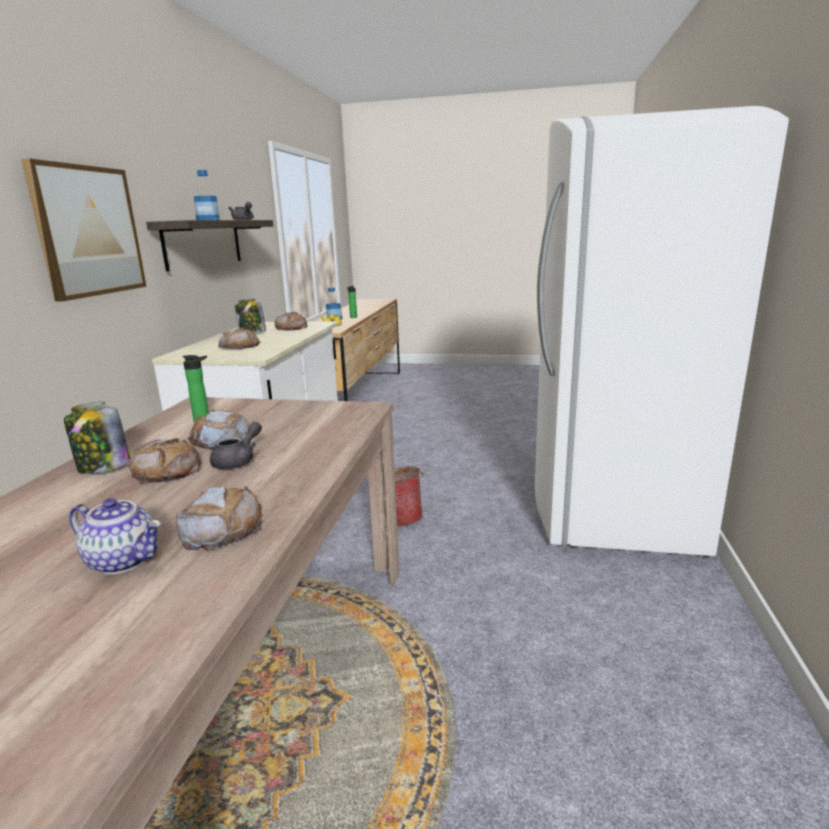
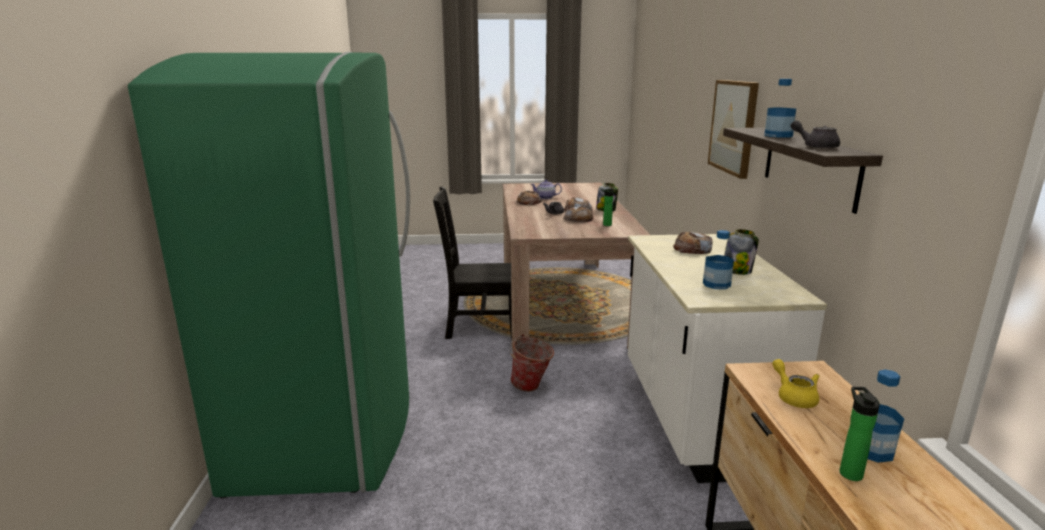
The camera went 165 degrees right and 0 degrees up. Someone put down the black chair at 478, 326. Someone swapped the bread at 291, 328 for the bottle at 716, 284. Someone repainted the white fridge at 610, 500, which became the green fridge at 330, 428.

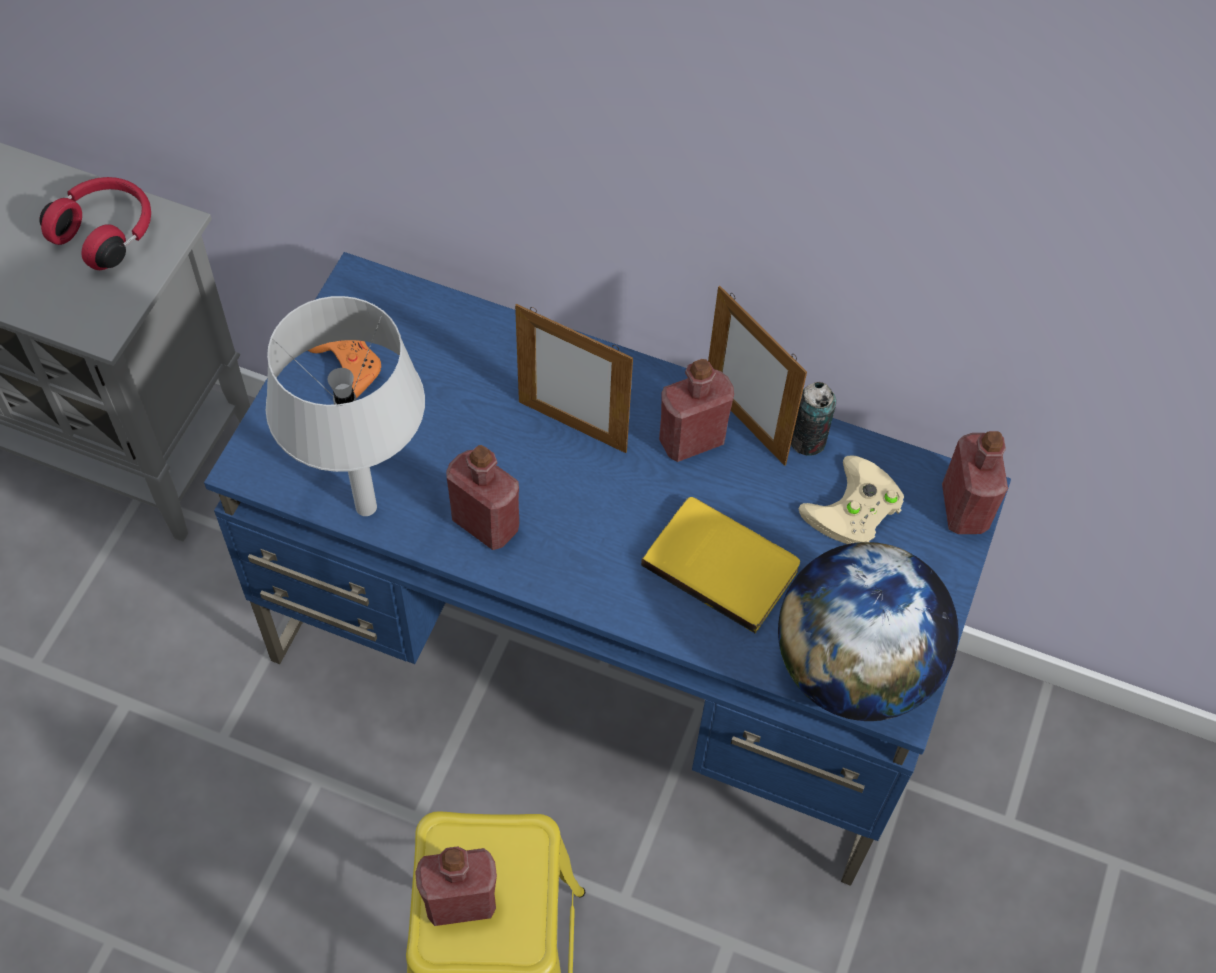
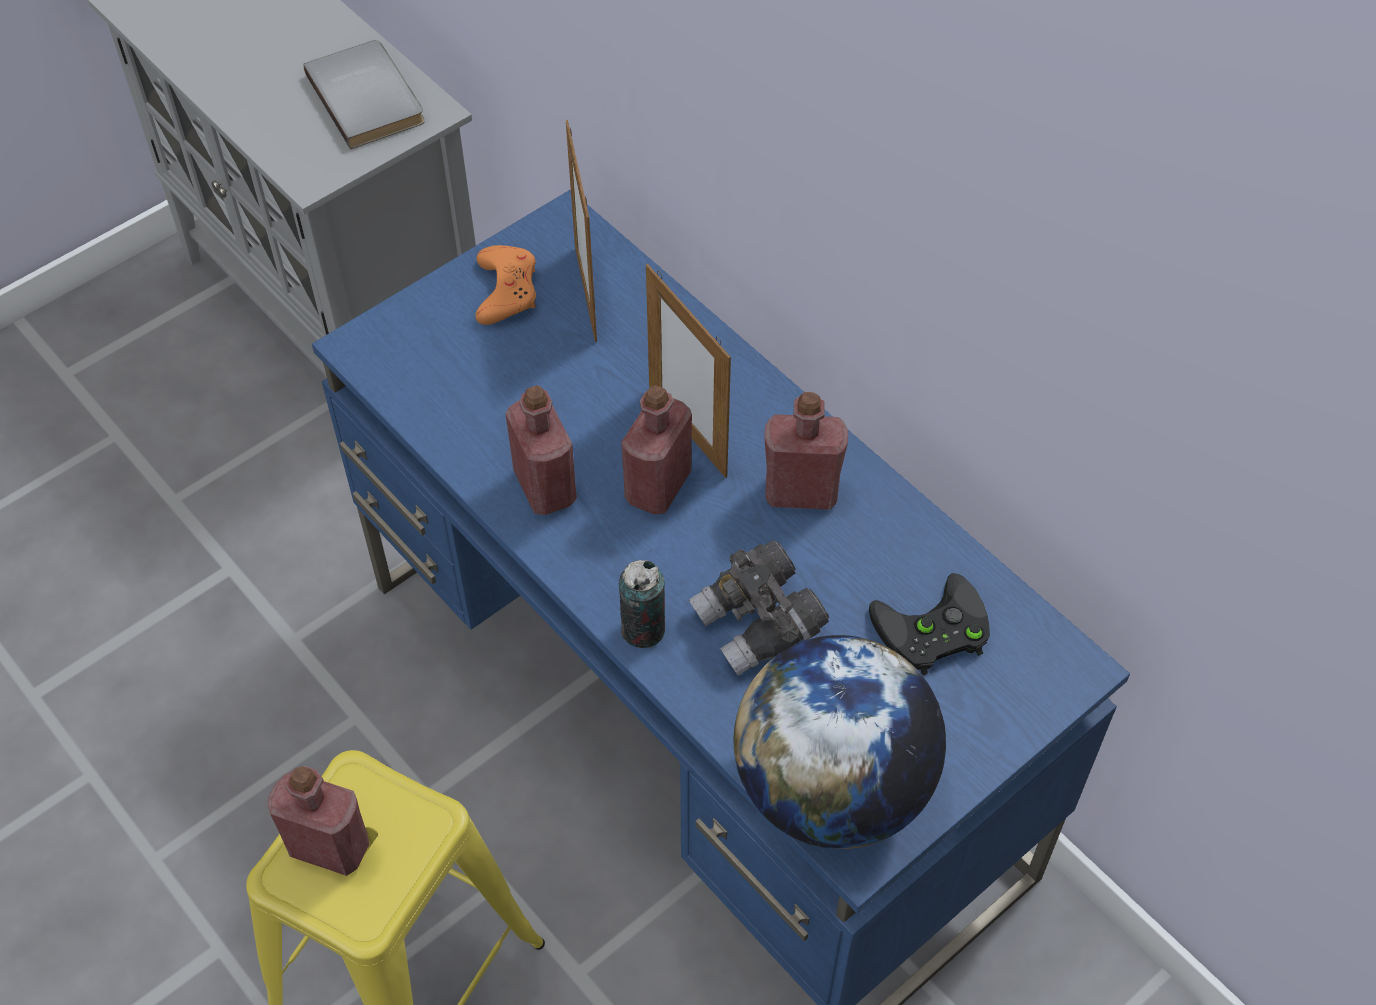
The camera went 30 degrees right and 5 degrees down. Someone took away the grey table lamp at 364, 507. Someone carried the picture frame from 745, 423 to 586, 293. Someone carried the can from 807, 440 to 643, 630. Someone carried the red bottle from 964, 508 to 658, 486. Someone swapped the red headphones at 106, 232 for the grey book at 369, 97. Someone swapped the yellow book at 723, 563 for the grey binoculars at 758, 625. Someone repainted the beige game controller at 854, 511, which became the black game controller at 930, 633.

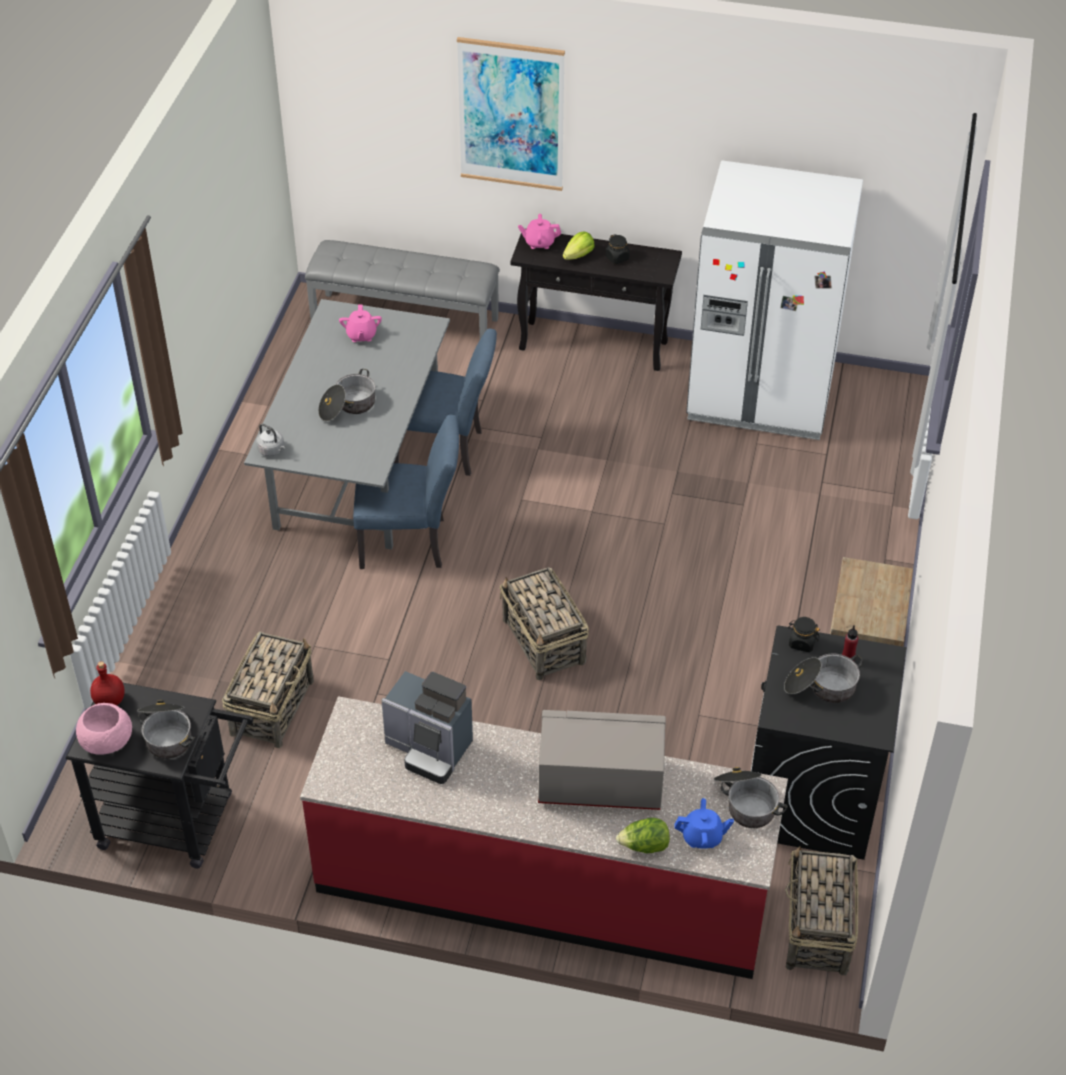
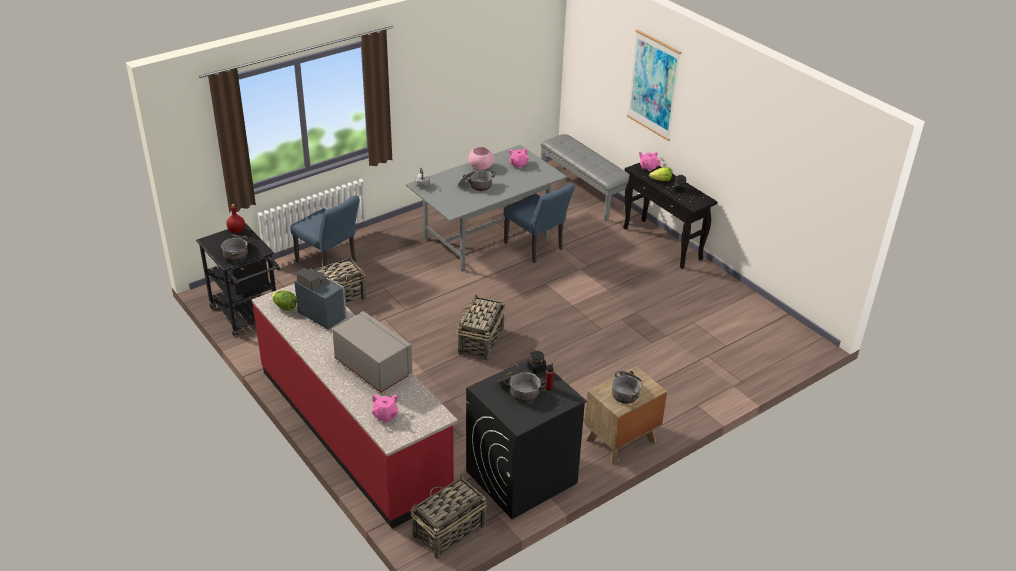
The camera went 40 degrees right and 10 degrees down. Someone took away the white fridge at 760, 394. Someone carried the pink bowl from 108, 741 to 481, 167. Someone carried the blue chair from 410, 543 to 329, 264. Someone carried the lettuce from 644, 846 to 284, 307. Someone carried the cooking pot from 746, 802 to 626, 391. Someone repainted the blue teapot at 702, 837, which became the pink teapot at 385, 416. Someone rotated the coffee machine at 429, 749 by 150 degrees clockwise.

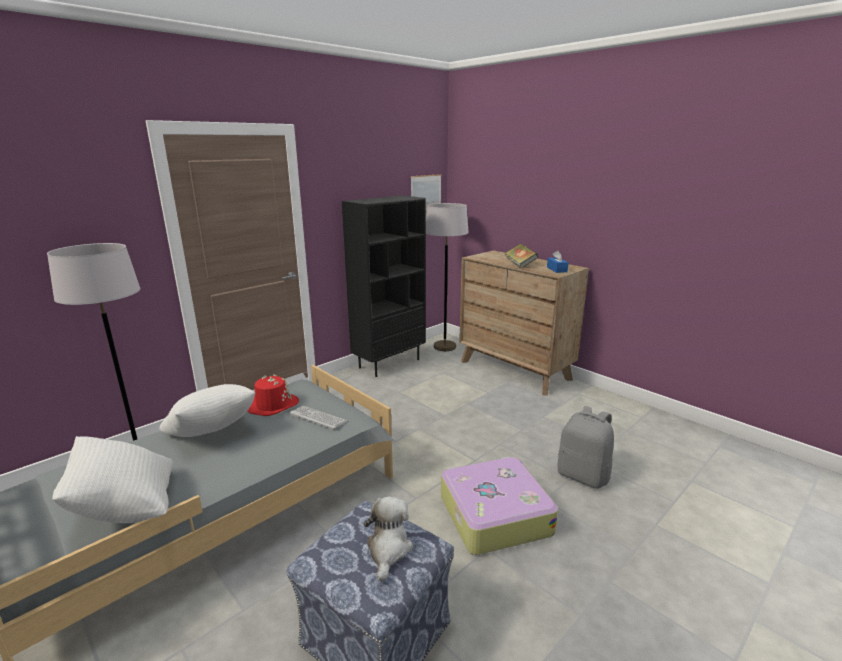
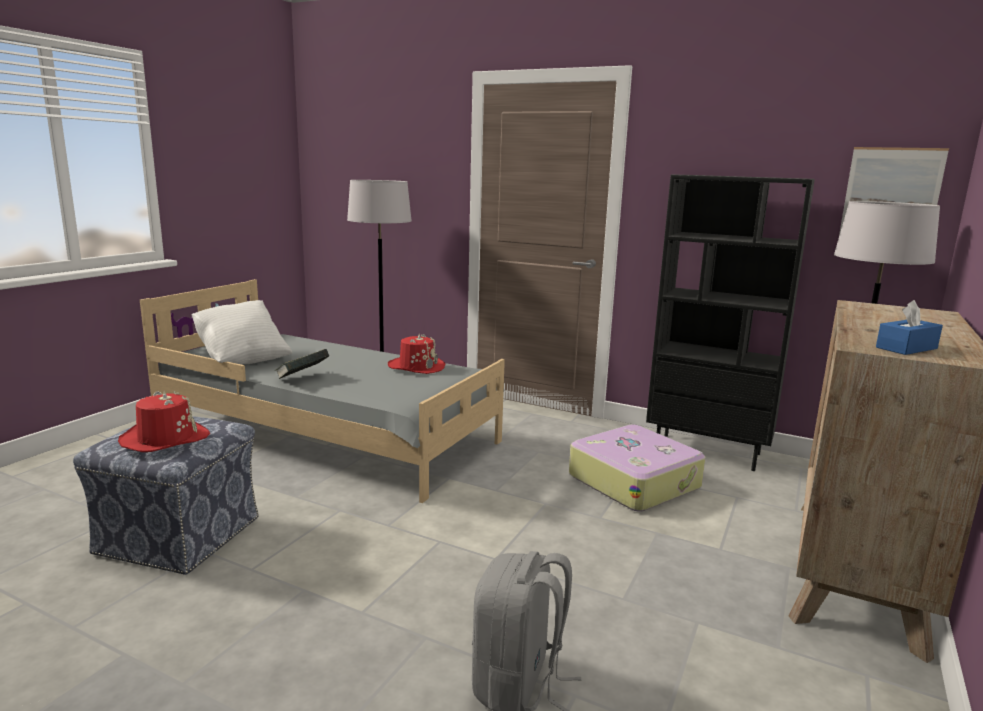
The camera went 70 degrees right and 5 degrees down. Someone took away the white pillow at 212, 434. Someone took away the keyboard at 318, 418. Someone carried the suitcase from 493, 514 to 634, 481. Someone carried the book from 520, 265 to 302, 378. Someone swapped the plush toy at 388, 549 for the red hat at 165, 438.

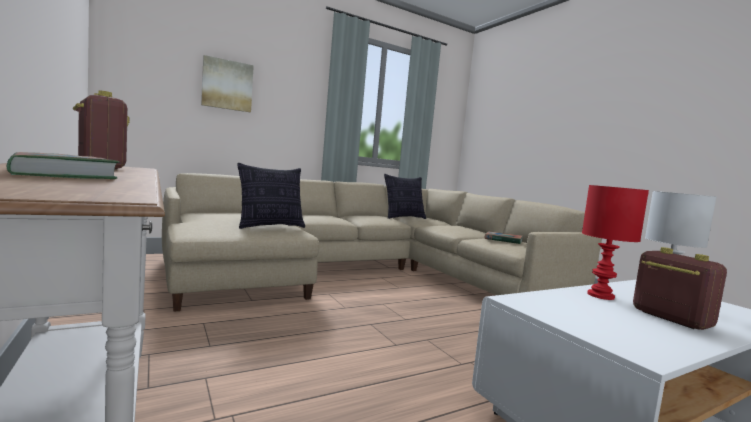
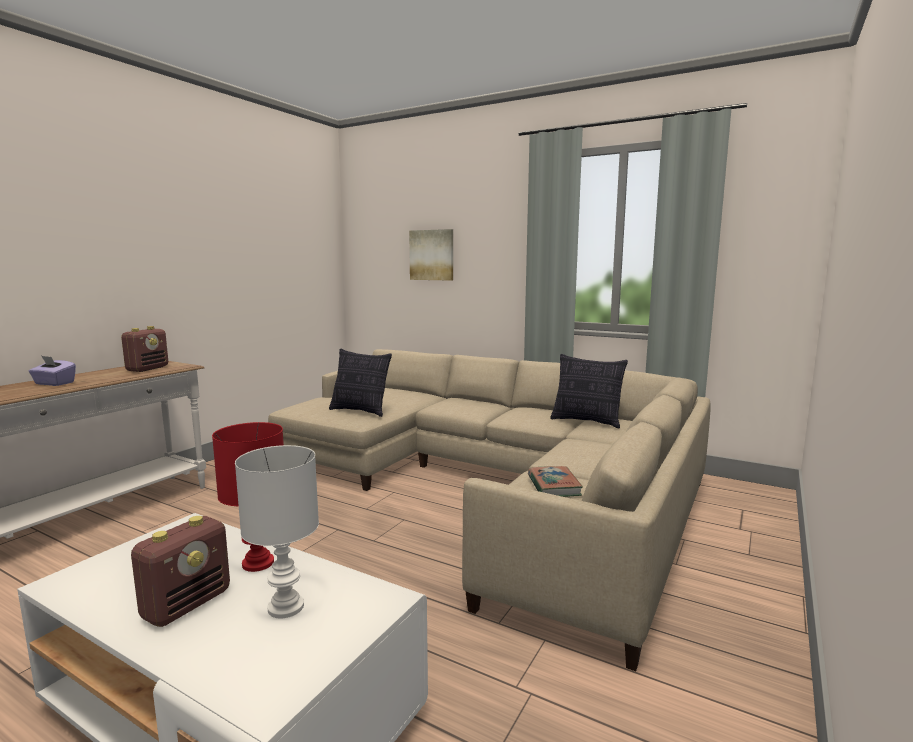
The camera went 60 degrees right and 5 degrees up. Someone swapped the book at 63, 175 for the purple tissue box at 54, 383.

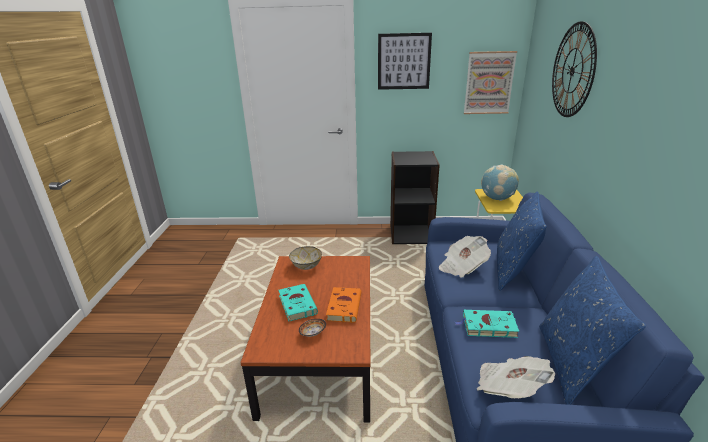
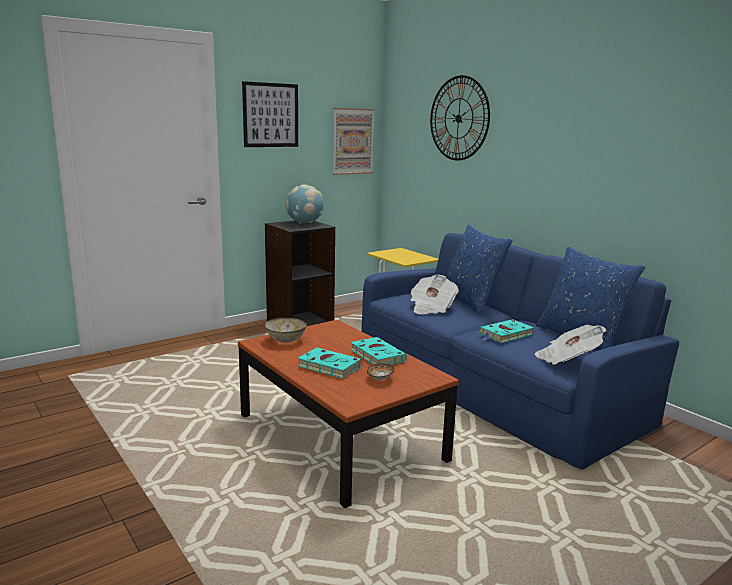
The camera went 40 degrees left and 10 degrees down. Someone carried the globe from 497, 198 to 305, 223. Someone repainted the orange book at 344, 306, which became the turquoise book at 376, 355.

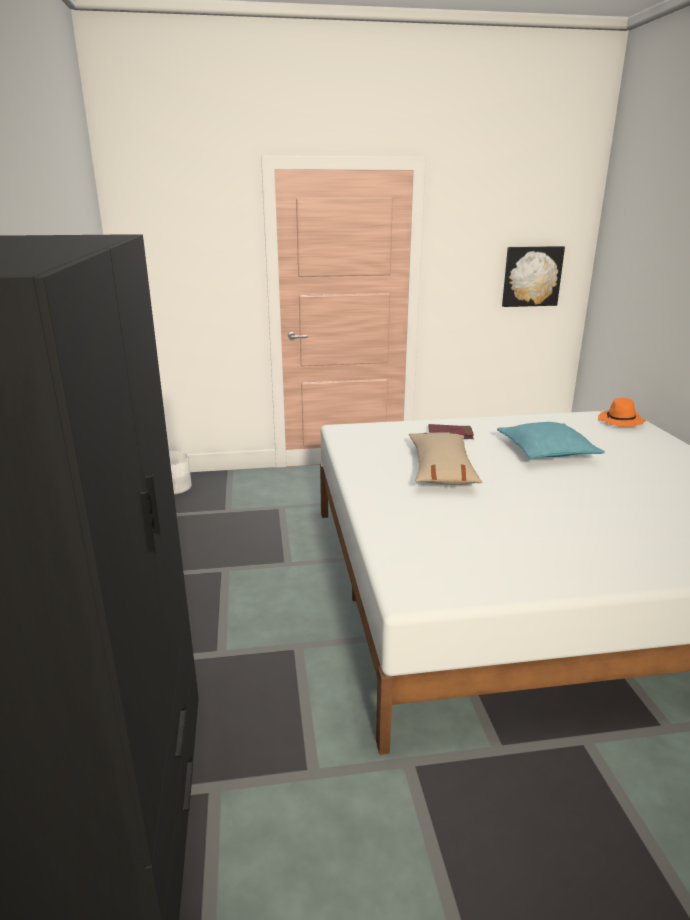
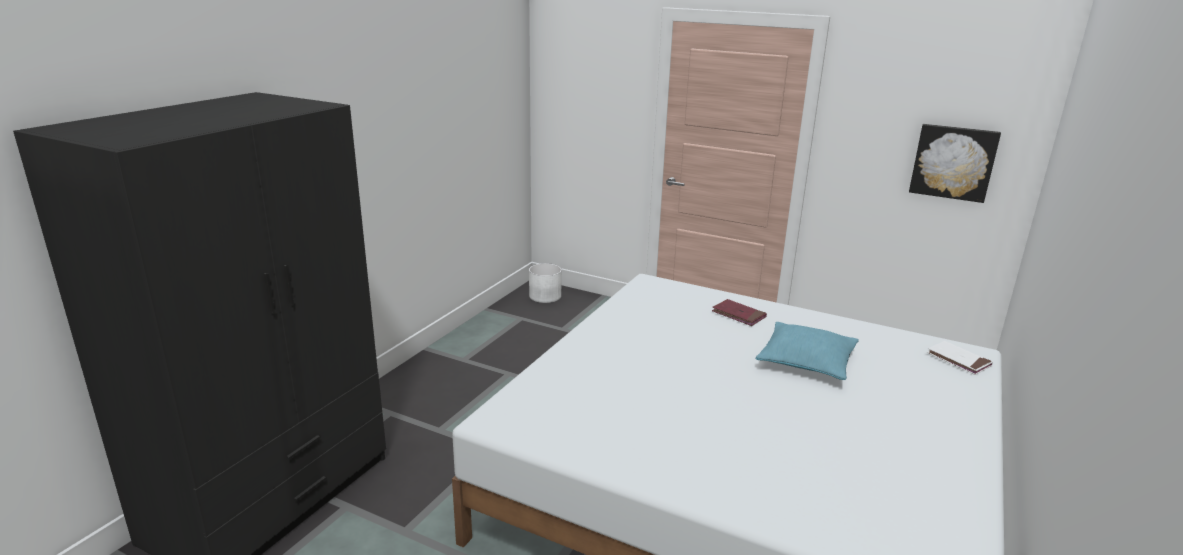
The camera went 35 degrees right and 0 degrees up. Someone took away the beige pillow at 441, 469. Someone swapped the orange hat at 621, 421 for the white book at 958, 360.

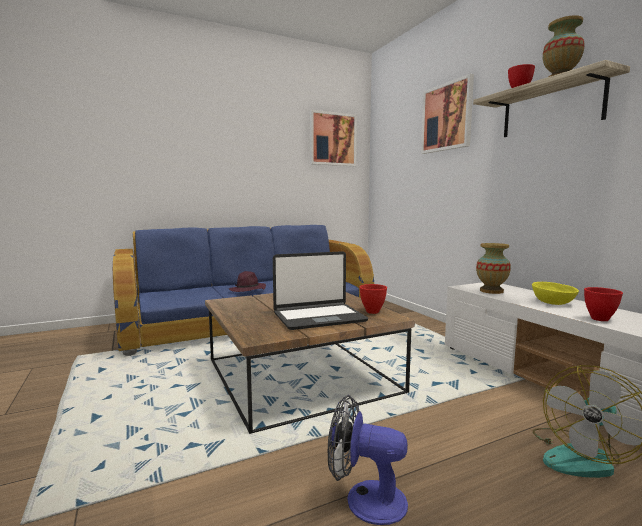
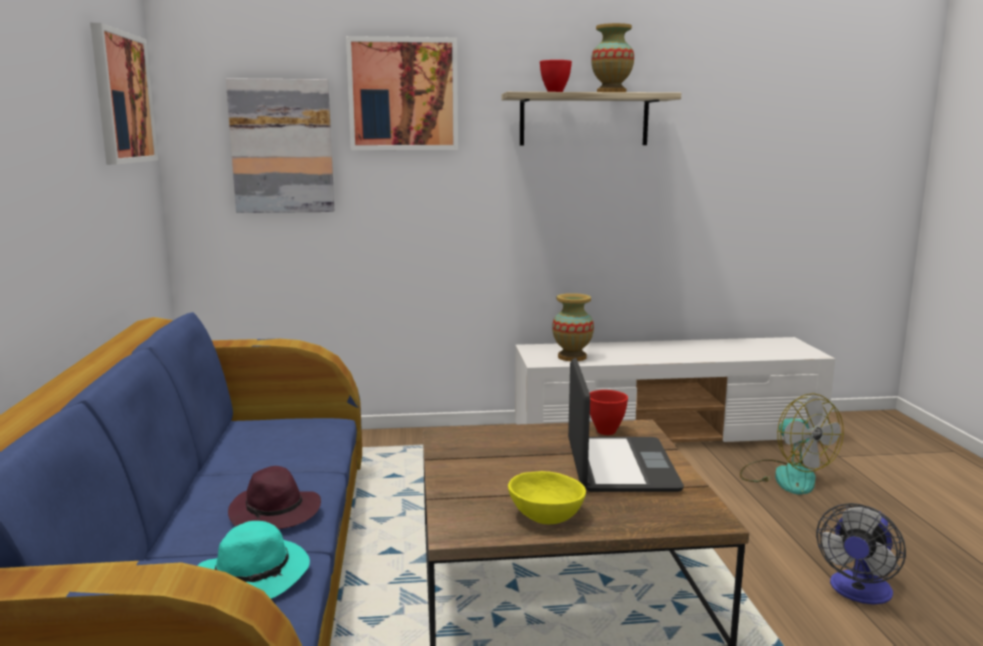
The camera went 70 degrees left and 5 degrees up. Someone took away the red bowl at 600, 319. Someone put down the turquoise hat at 255, 575. Someone put up the picture at 282, 146. Someone carried the yellow bowl from 552, 302 to 545, 516.

